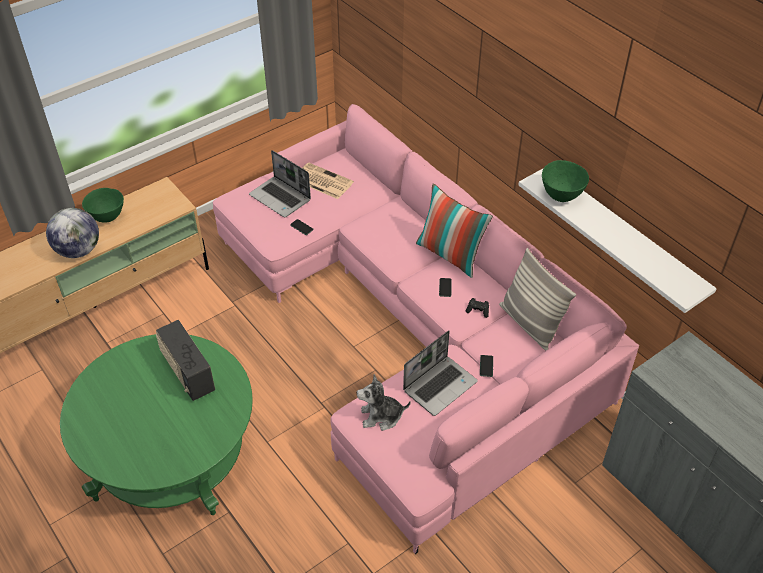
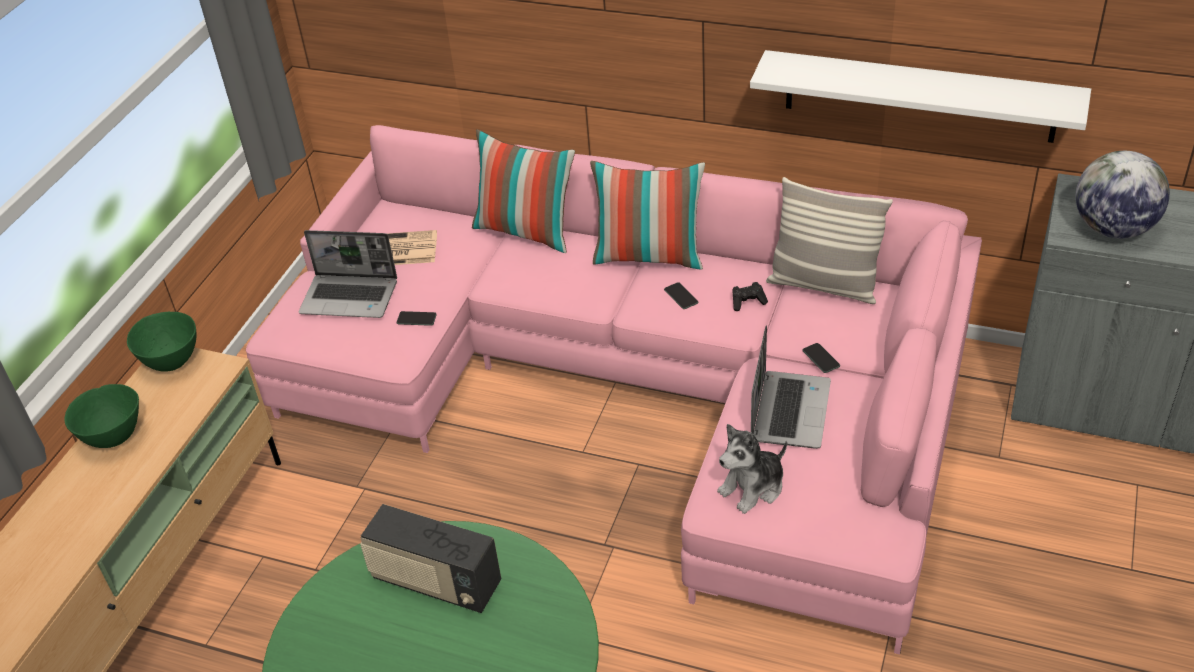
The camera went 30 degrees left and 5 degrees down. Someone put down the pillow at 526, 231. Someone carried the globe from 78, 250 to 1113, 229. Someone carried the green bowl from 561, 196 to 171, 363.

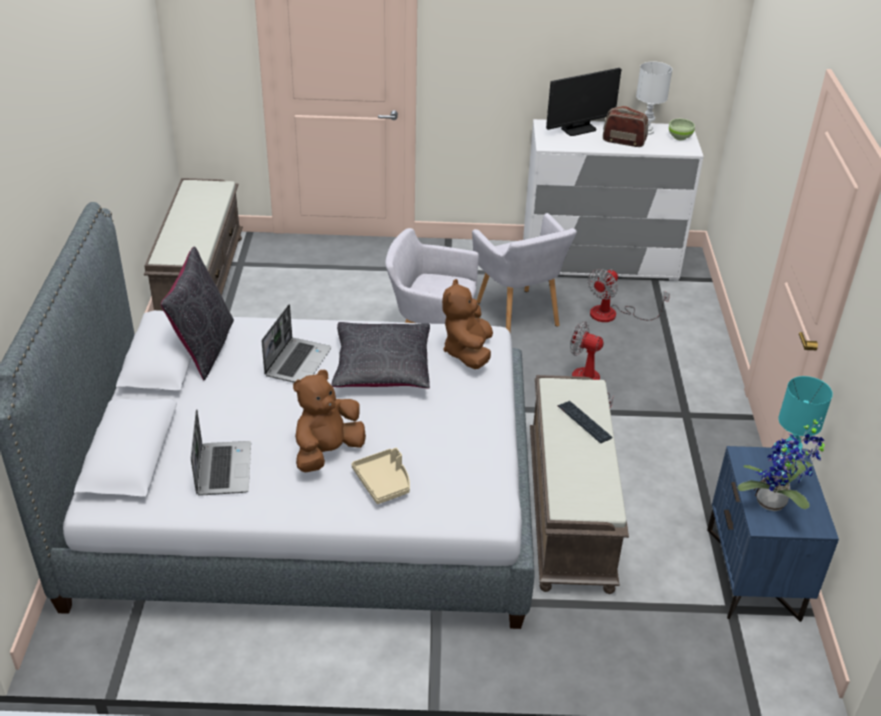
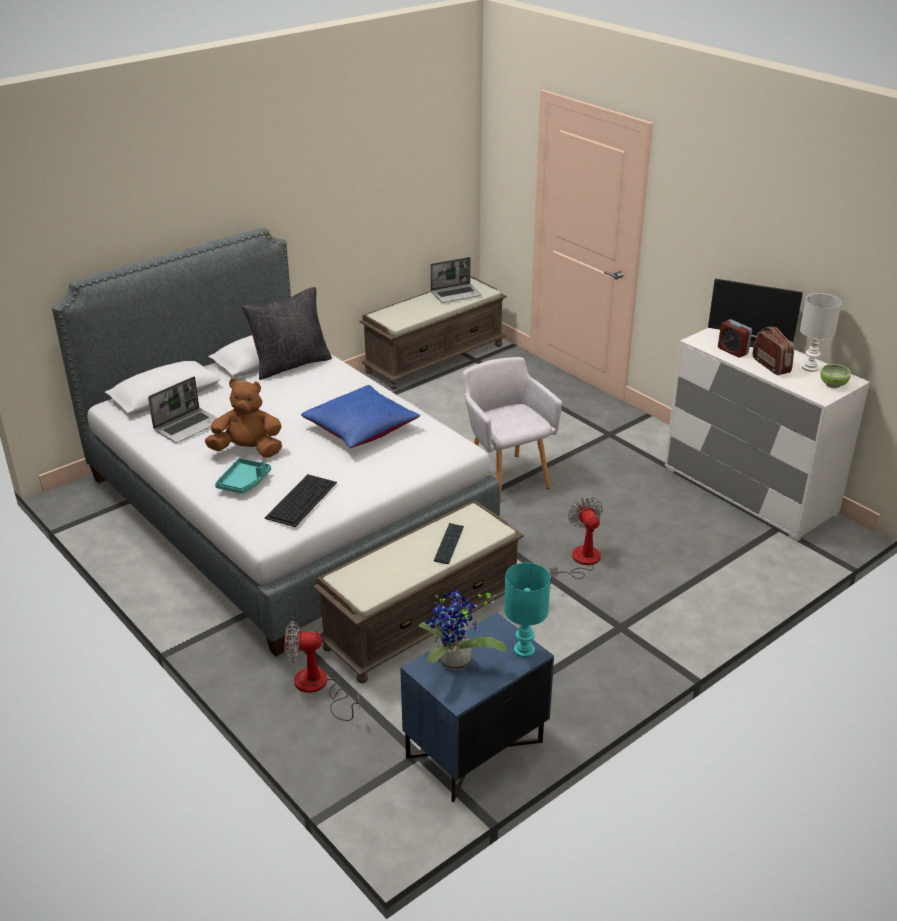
The camera went 50 degrees right and 5 degrees down. Someone took away the brown plush toy at 468, 352. Someone took away the grey armchair at 518, 316. Someone put down the keyboard at 301, 499. Someone put down the alarm clock at 732, 351. Someone carried the laptop from 297, 362 to 456, 294. Someone carried the fan from 613, 314 to 318, 688. Someone repainted the black pillow at 382, 368, which became the blue pillow at 361, 428. Someone repainted the beige tray at 384, 482, which became the turquoise tray at 244, 482.

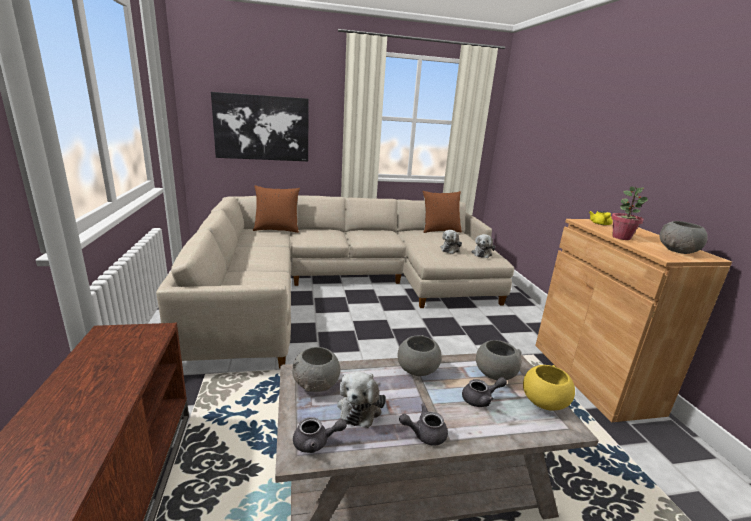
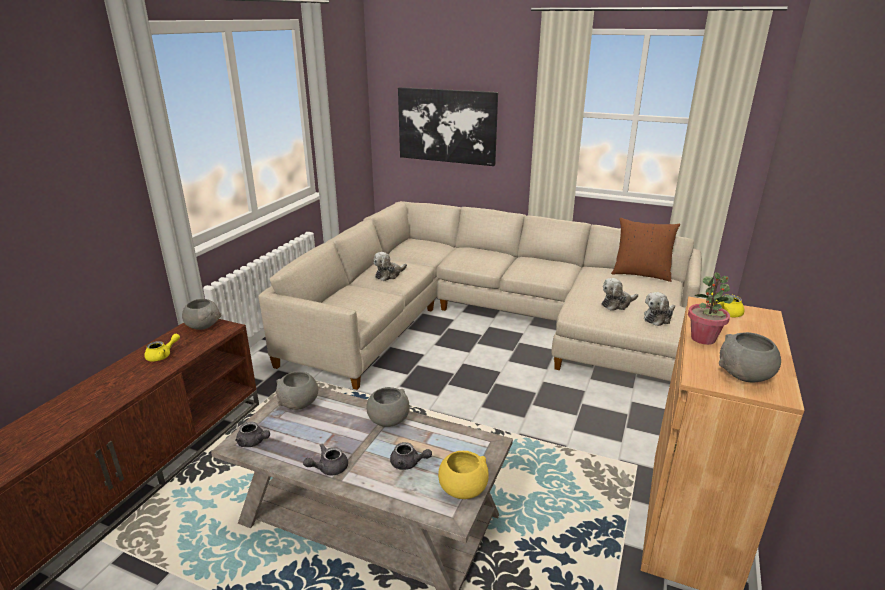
The camera went 35 degrees right and 5 degrees up. Someone took away the brown pillow at 277, 229. Someone put down the yellow teapot at 162, 355. Someone carried the plush toy from 360, 407 to 389, 275. Someone carried the grey bowl from 494, 374 to 203, 326. Someone rotated the grey teapot at 424, 434 by 60 degrees counterclockwise.

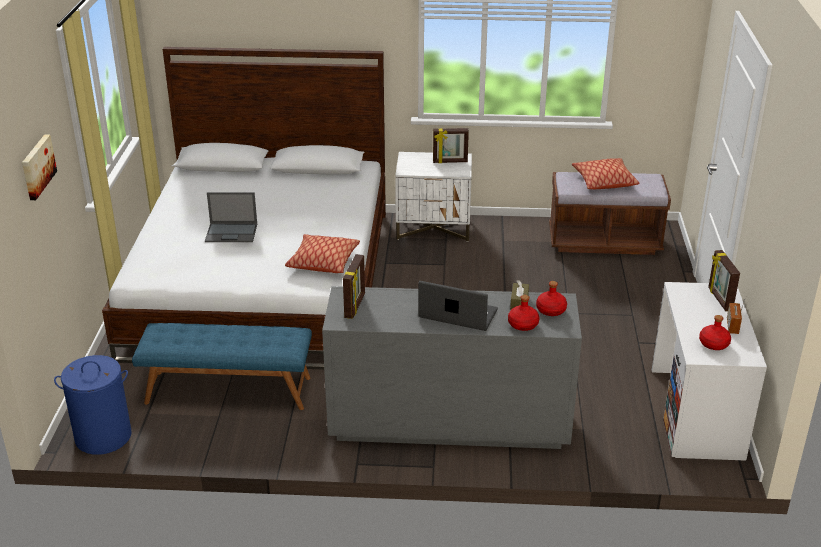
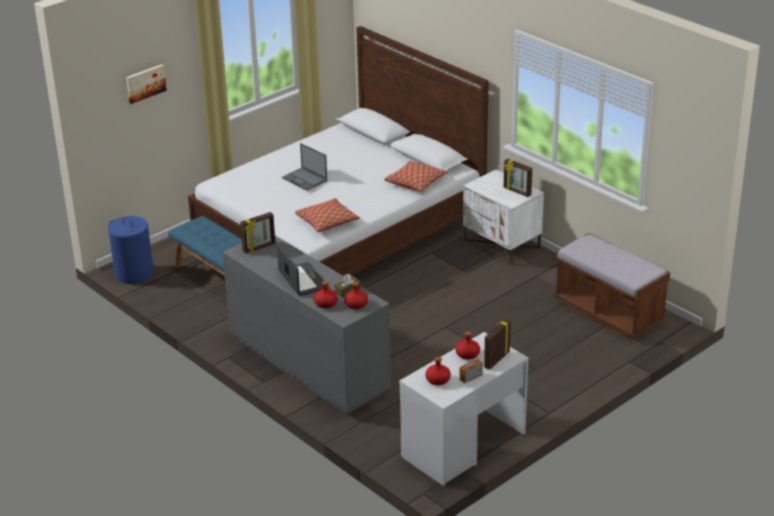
The camera went 45 degrees right and 0 degrees up. Someone put down the red bottle at 467, 354. Someone carried the pillow from 604, 181 to 415, 182.

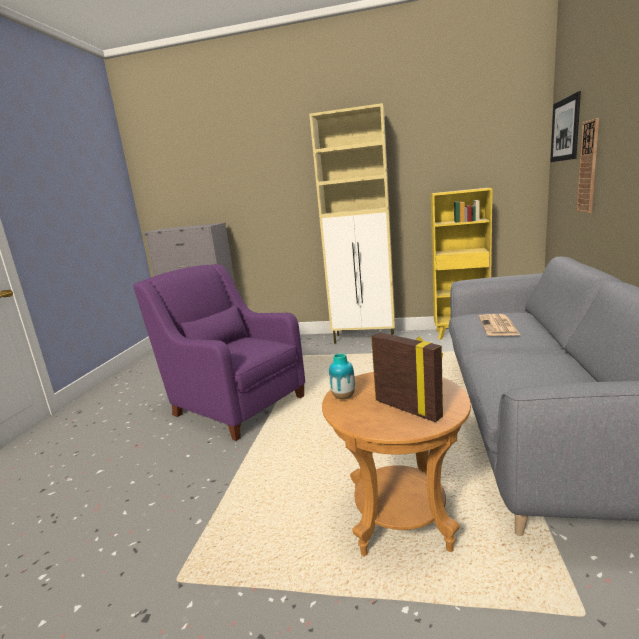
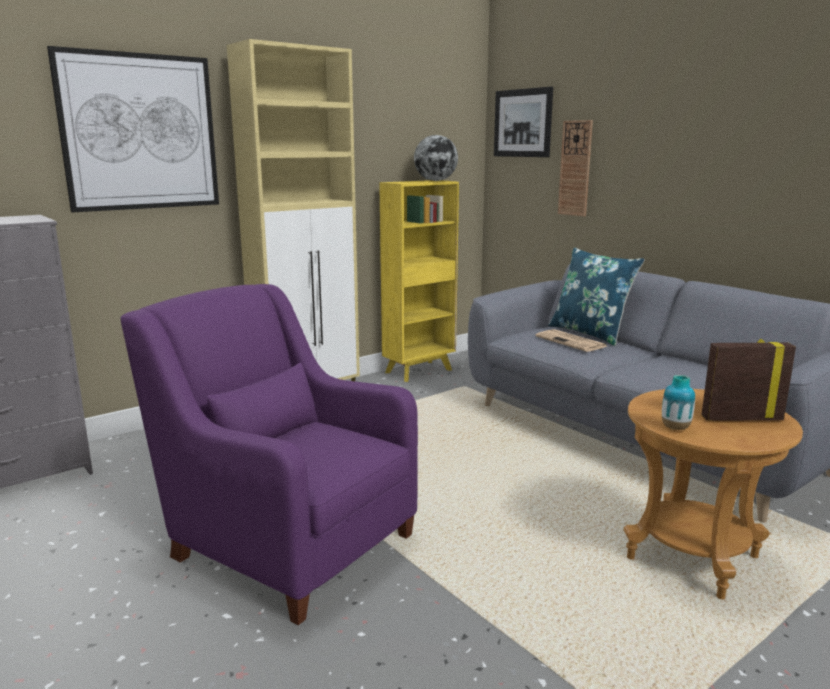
The camera went 50 degrees left and 0 degrees up. Someone put up the picture at 140, 132. Someone put down the globe at 435, 181. Someone put down the blue pillow at 590, 333. Someone rotated the purple armchair at 235, 404 by 45 degrees clockwise.

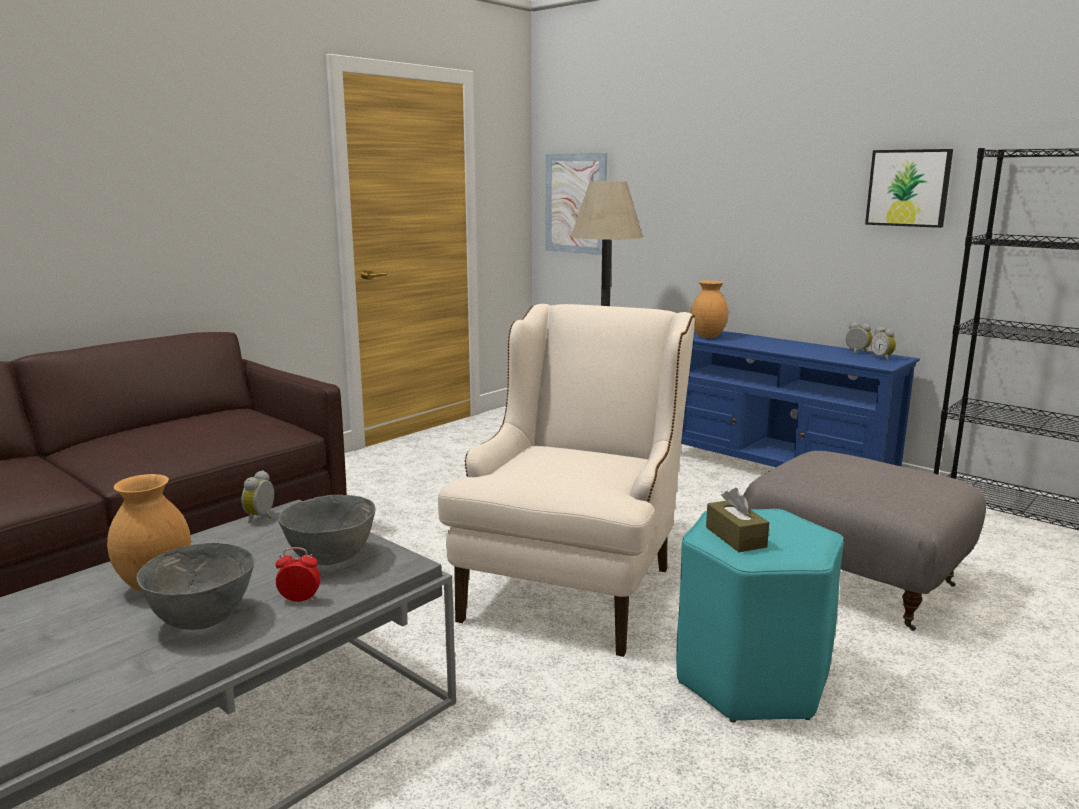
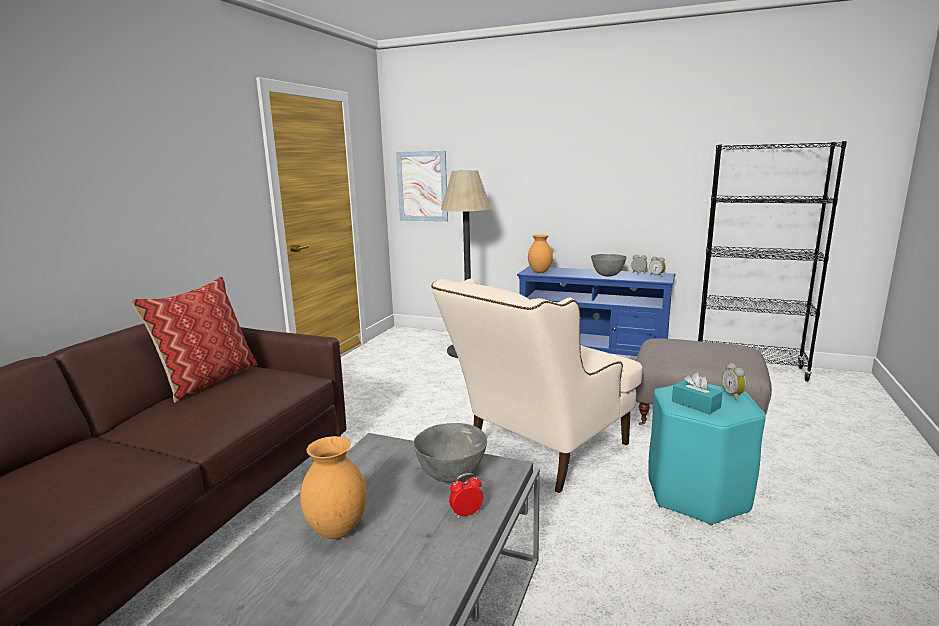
The camera went 20 degrees left and 0 degrees up. Someone took away the picture at 908, 188. Someone put down the pillow at 207, 380. Someone carried the grey bowl from 202, 620 to 607, 275. Someone carried the alarm clock from 262, 518 to 733, 395. Someone repainted the brown tissue box at 735, 537, which became the turquoise tissue box at 696, 404. Someone rotated the beige armchair at 576, 582 by 135 degrees counterclockwise.

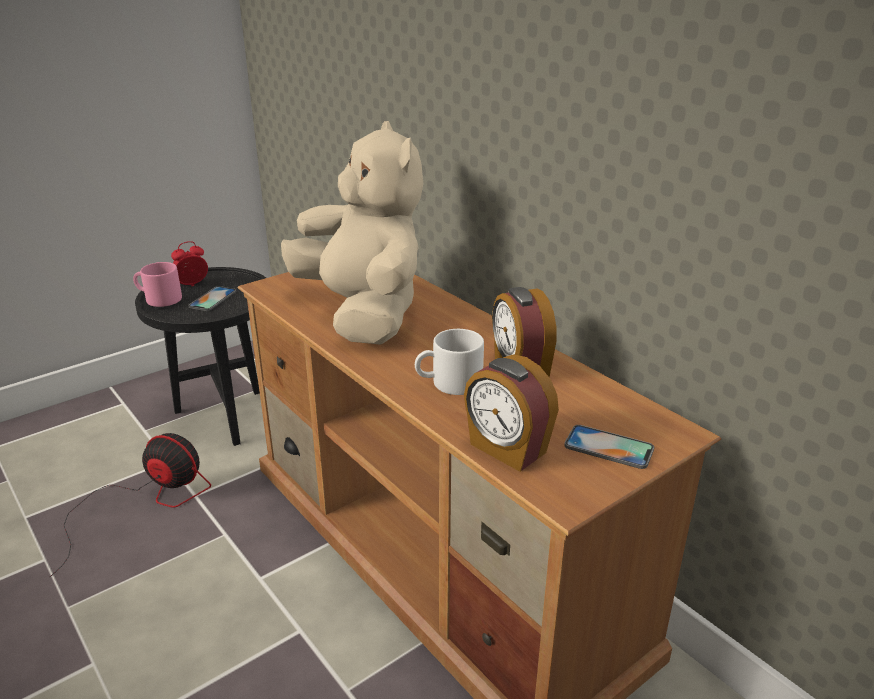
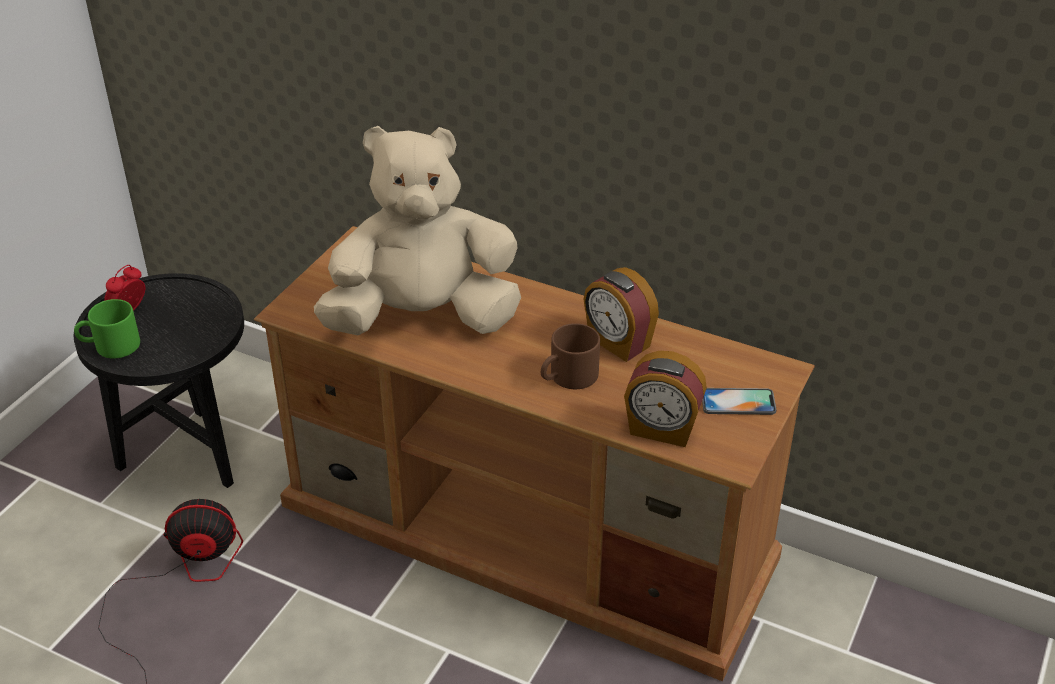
The camera went 25 degrees left and 10 degrees up. Someone took away the phone at 212, 299. Someone repainted the pink mug at 158, 299, which became the green mug at 110, 346. Someone repainted the white mug at 449, 383, which became the brown mug at 568, 378. Someone rotated the beige plush toy at 362, 314 by 45 degrees counterclockwise.

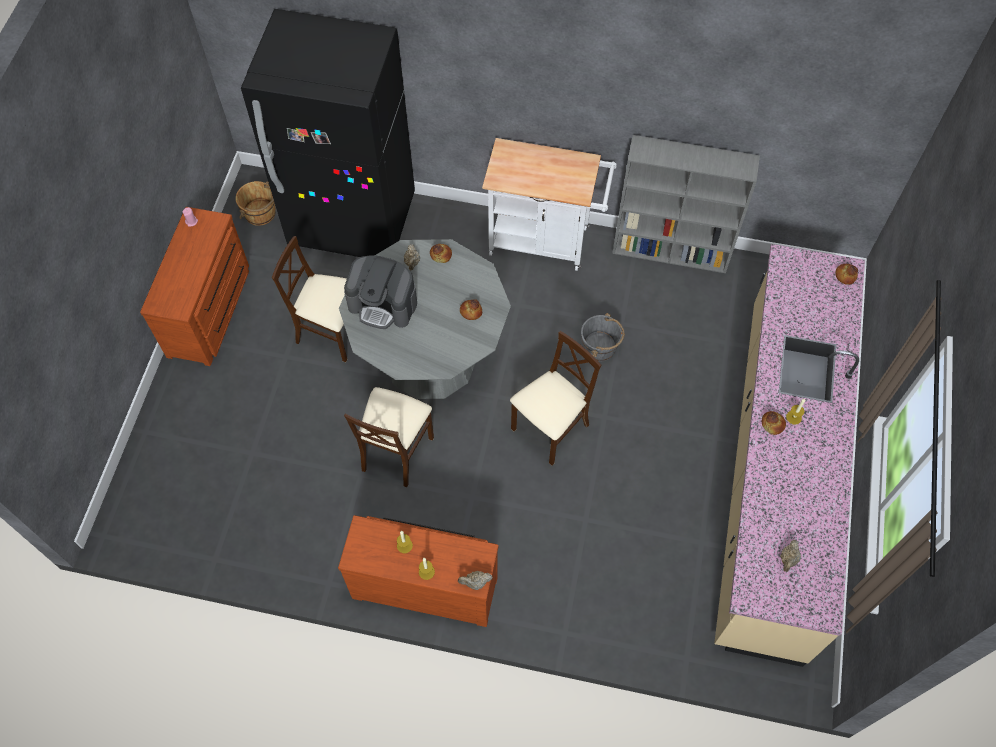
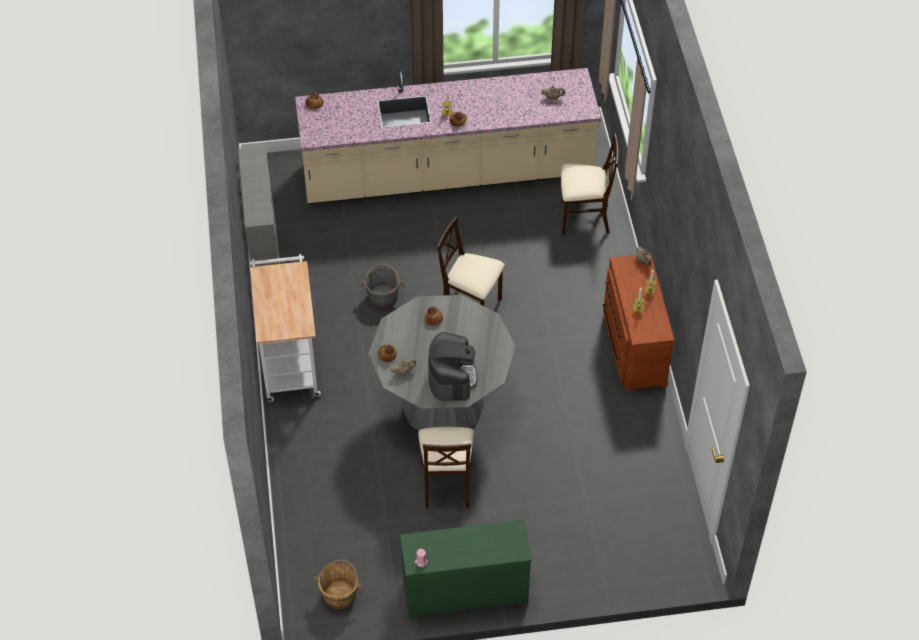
The camera went 110 degrees left and 10 degrees down. Someone took away the black fridge at 352, 221. Someone carried the beige chair from 396, 452 to 583, 218. Someone repainted the brown dresser at 211, 311, which became the green dresser at 464, 588.

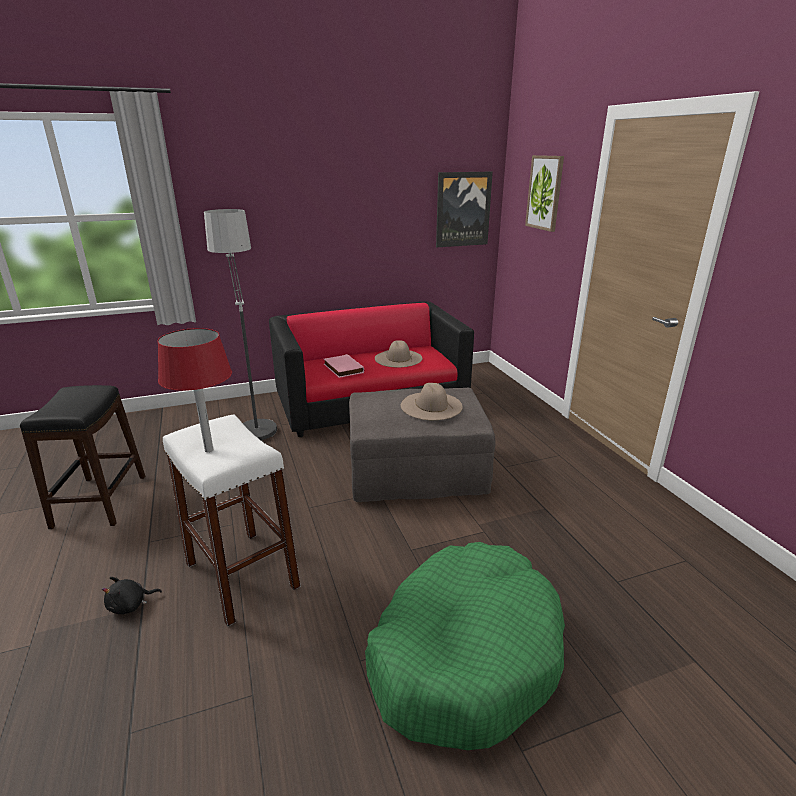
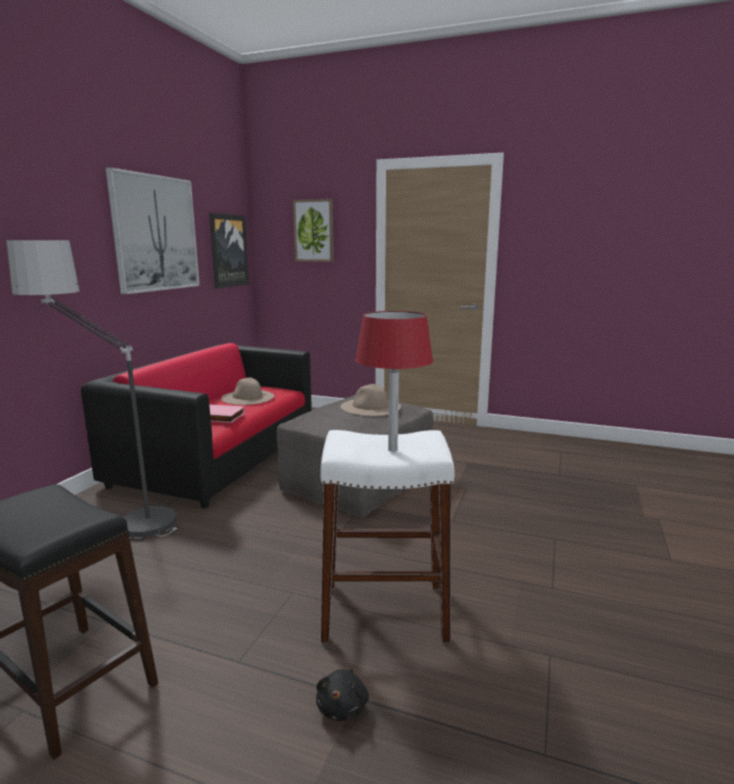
The camera went 50 degrees left and 10 degrees down. Someone took away the green dog bed at 464, 653. Someone put up the picture at 155, 233.

